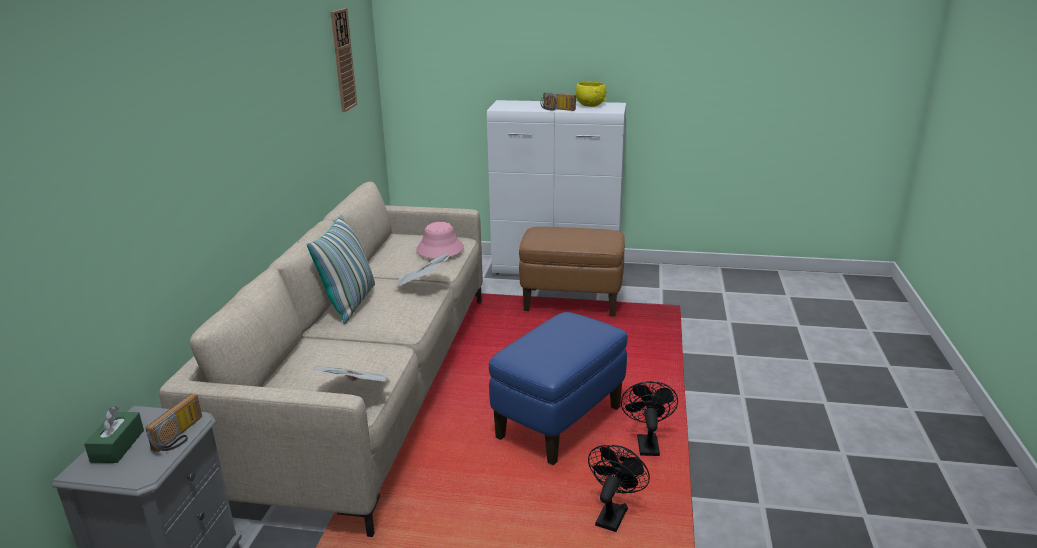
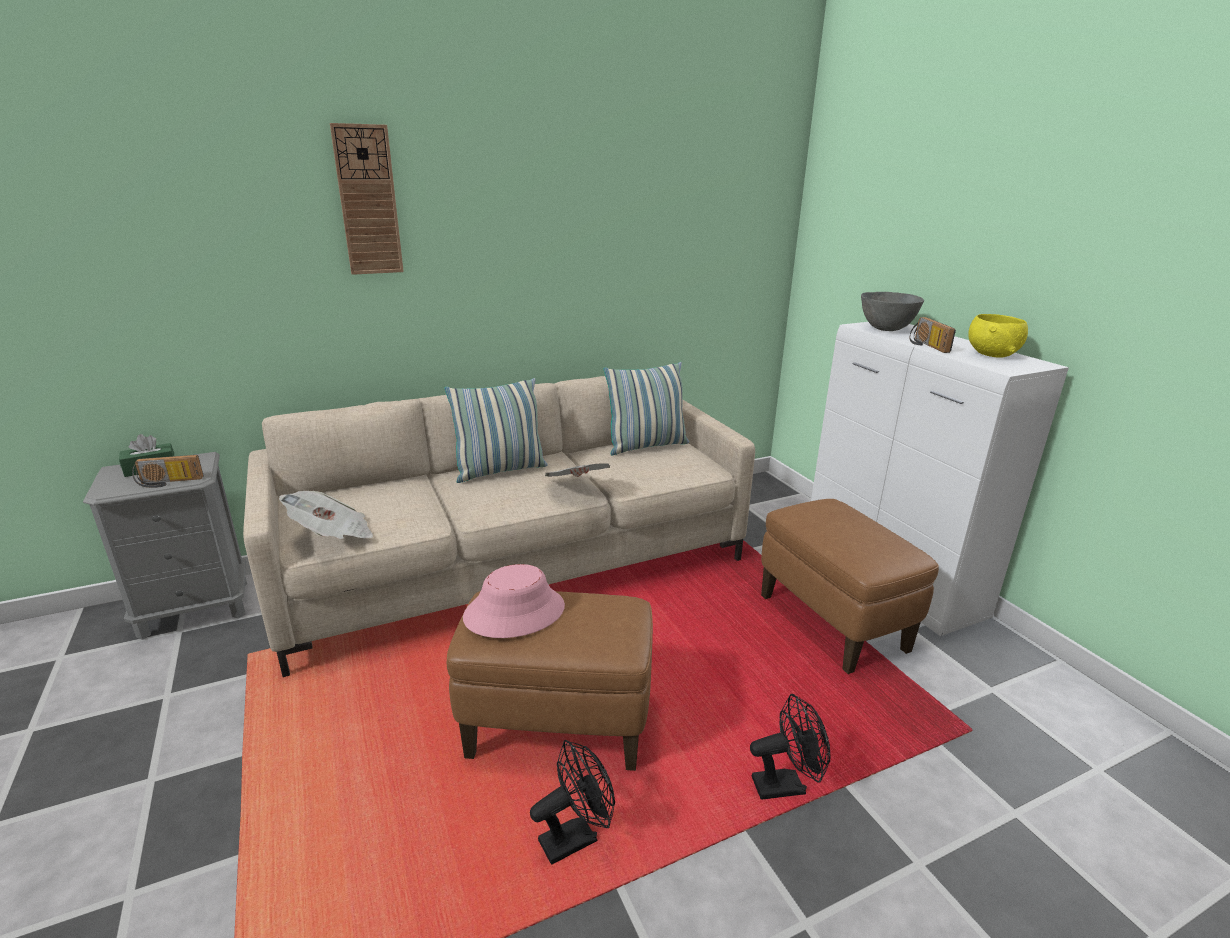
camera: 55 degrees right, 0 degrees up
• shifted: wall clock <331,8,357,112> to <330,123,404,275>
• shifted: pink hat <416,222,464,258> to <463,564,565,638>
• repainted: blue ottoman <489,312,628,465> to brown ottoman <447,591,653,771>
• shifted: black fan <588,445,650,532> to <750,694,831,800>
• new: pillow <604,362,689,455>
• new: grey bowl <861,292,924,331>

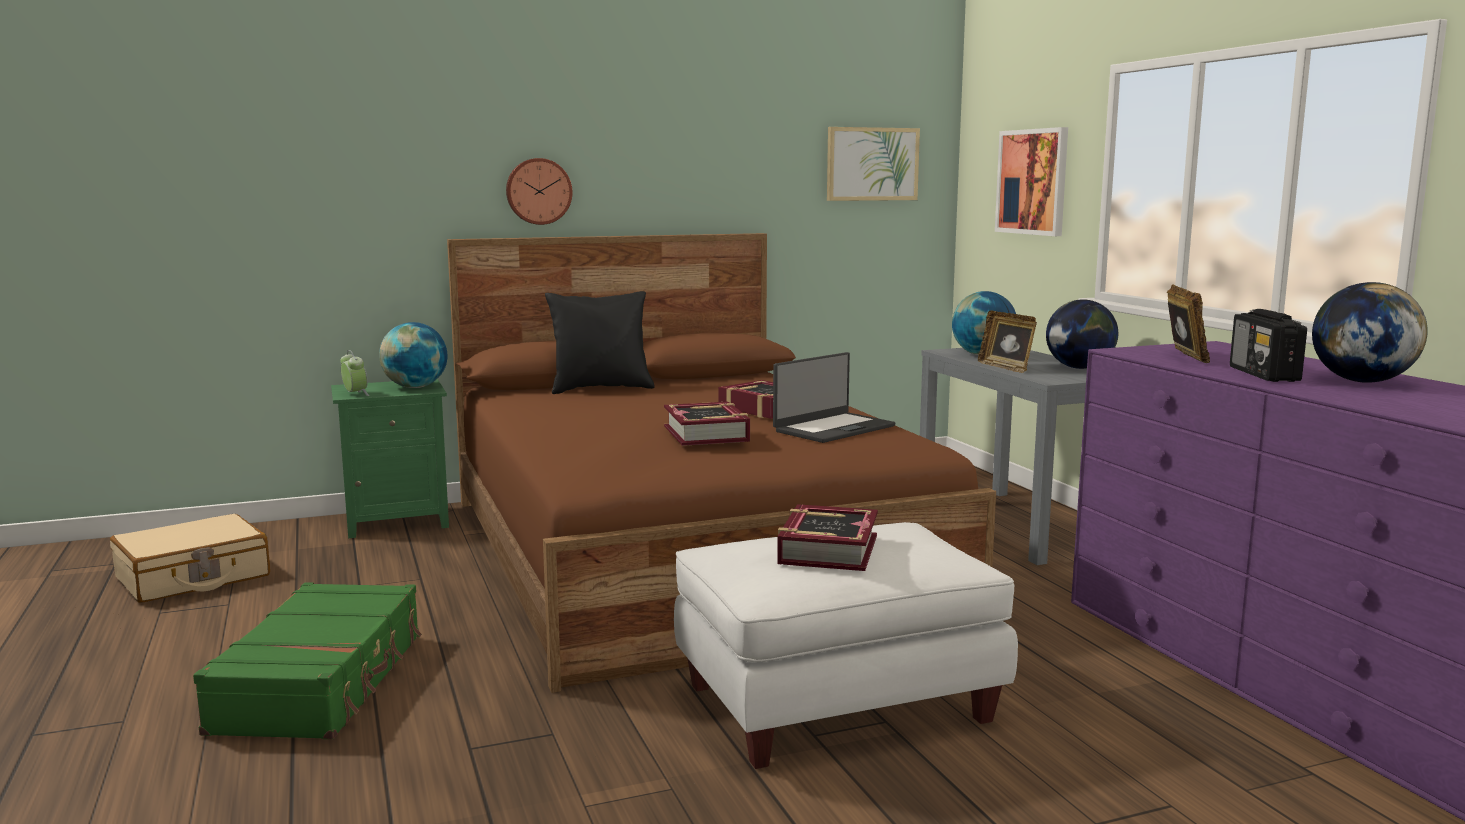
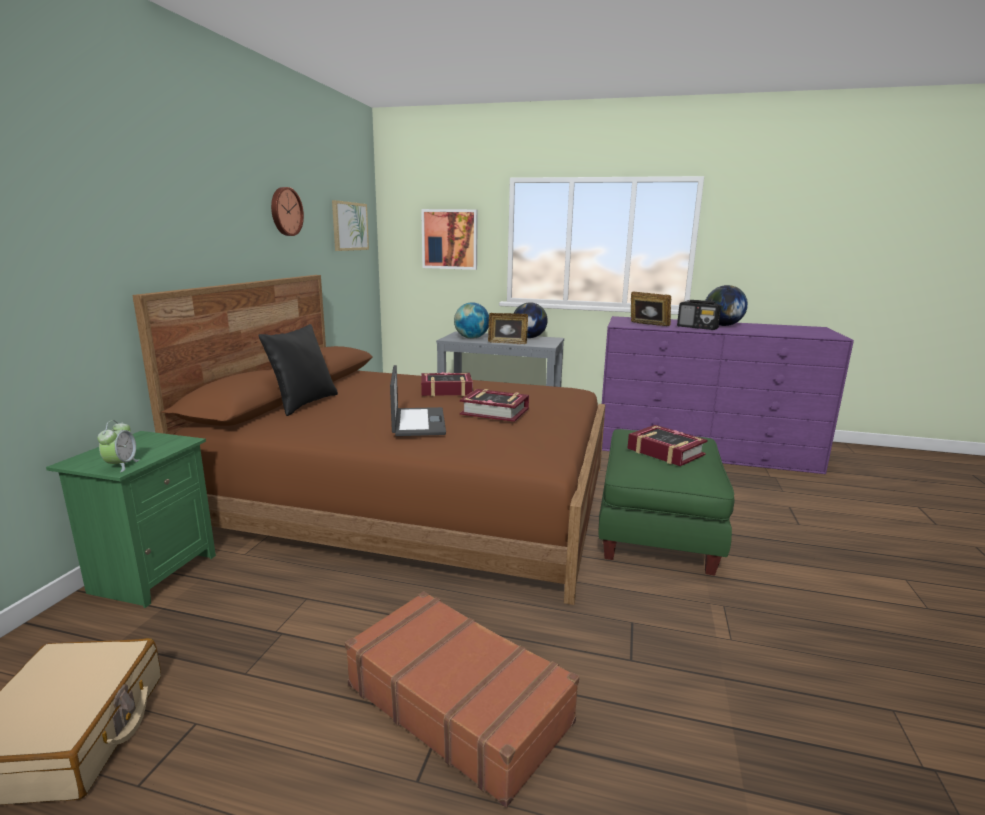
camera: 55 degrees left, 5 degrees up
• repainted: green suitcase <193,582,422,739> to brown suitcase <345,591,579,808>
• rotated: alarm clock <340,350,369,396> = <98,420,140,472> 90 degrees clockwise
• gone: globe <379,322,448,388>
• shifted: wall clock <506,158,572,225> to <271,187,304,236>
• repainted: white ottoman <674,522,1018,769> to green ottoman <598,429,735,575>
• shifted: laptop <773,352,895,443> to <390,365,446,436>

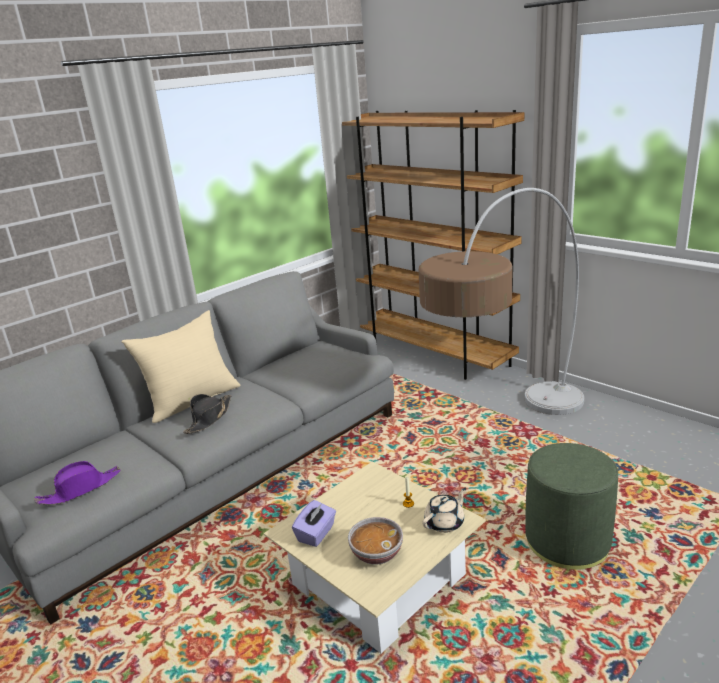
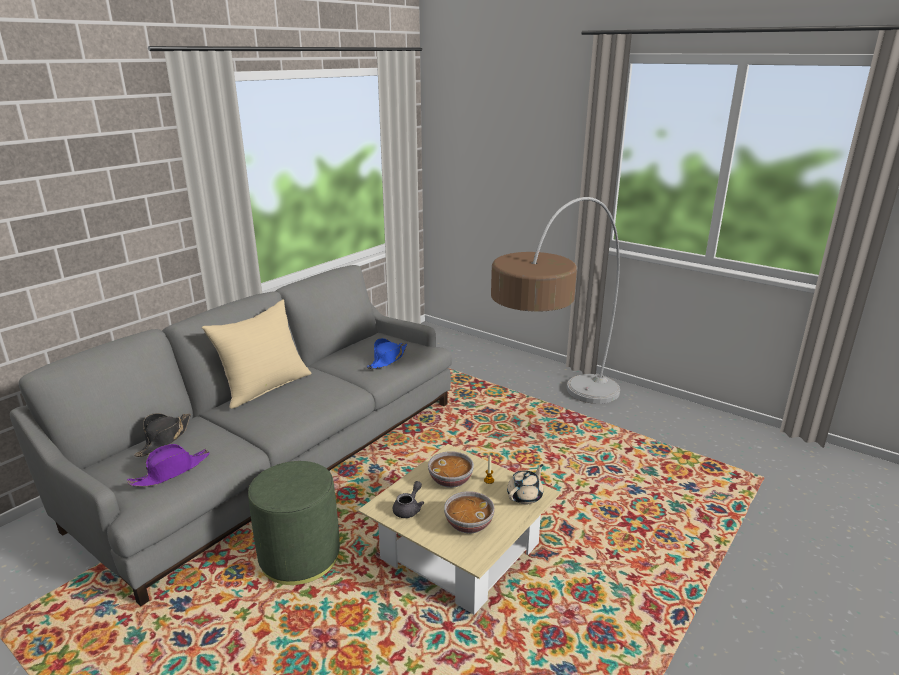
camera: 10 degrees left, 0 degrees up
• shifted: black hat <183,394,231,434> to <134,413,191,457>
• swapped: purple tissue box <292,500,336,547> to grey teapot <392,481,424,518>
• gone: brown bookcase <342,110,525,380>
• shifted: green ottoman <525,443,618,570> to <248,461,340,585>
• new: blue hat <367,338,407,369>
• new: bowl <428,451,474,488>

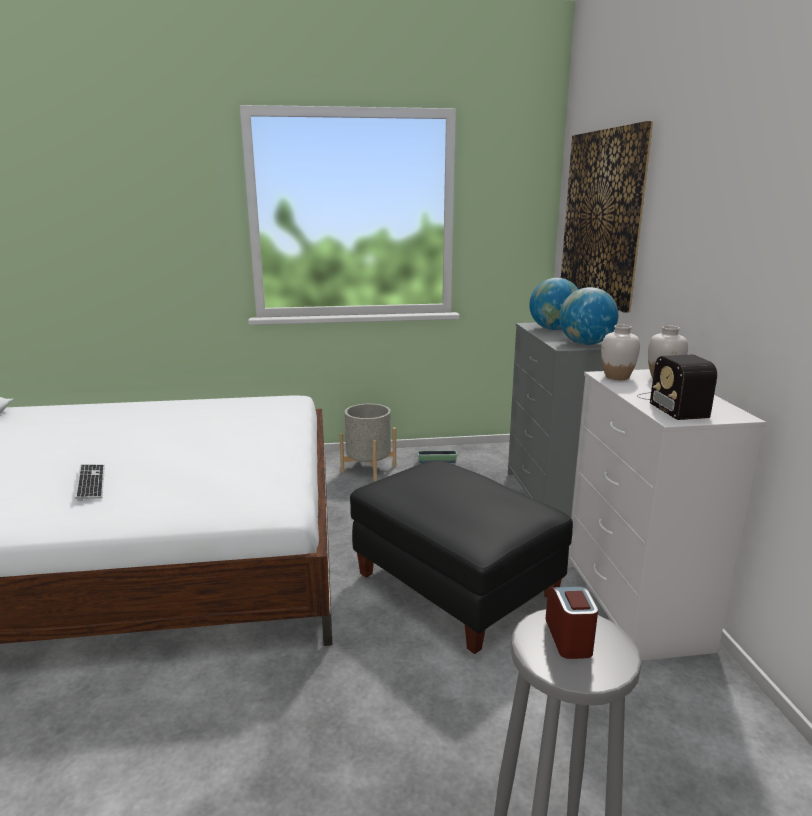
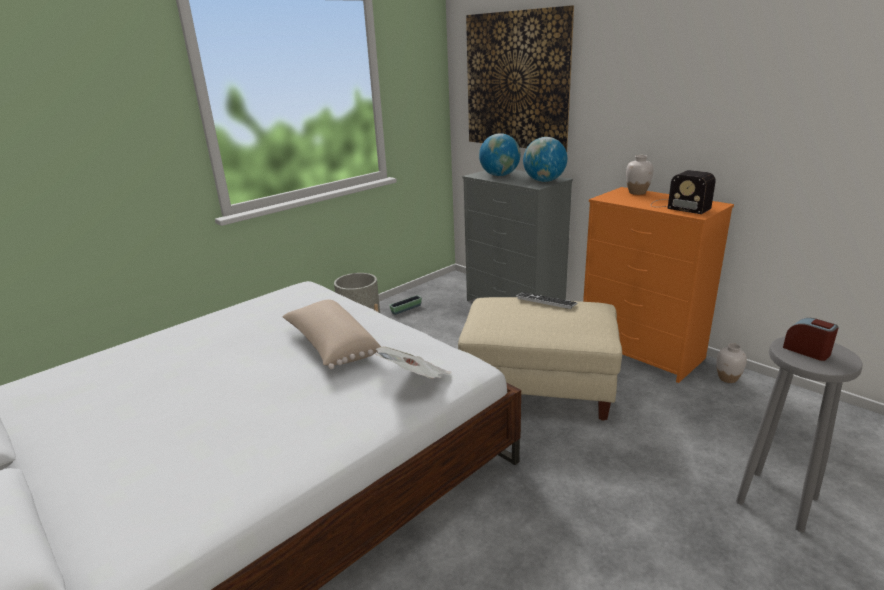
camera: 35 degrees left, 5 degrees up
• shifted: keyboard <75,465,105,501> to <516,292,578,309>
• repainted: black ottoman <350,460,573,654> to beige ottoman <458,297,622,421>
• repainted: white dresser <568,369,766,661> to orange dresser <583,187,734,383>
• shifted: white vase <601,324,640,380> to <717,343,747,383>
• new: beige pillow <282,299,381,369>
• new: newspaper <375,347,451,379>

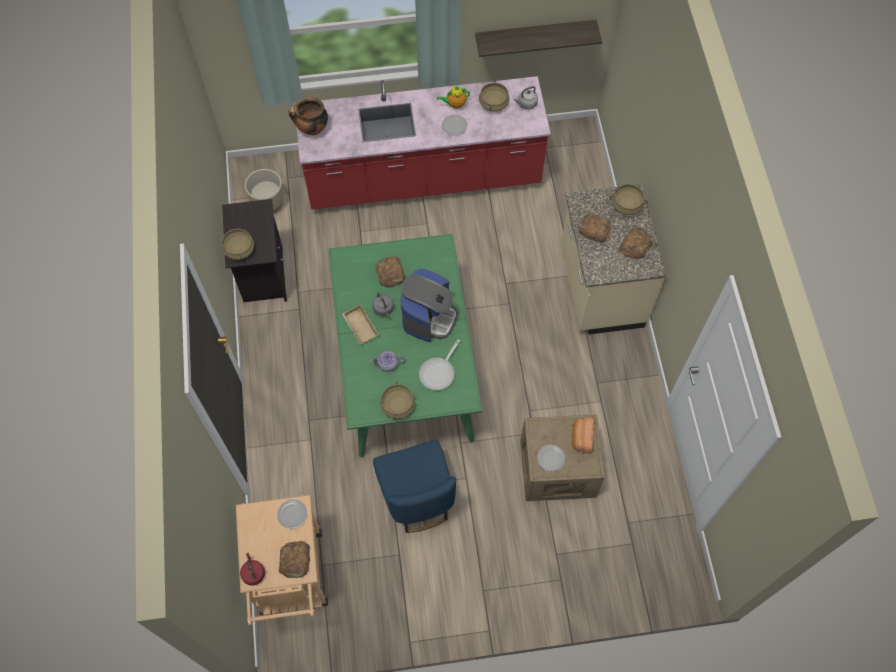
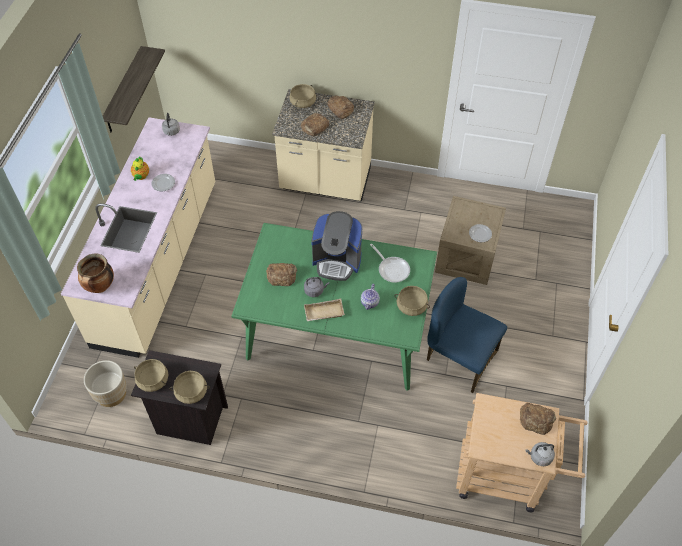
camera: 70 degrees left, 10 degrees down
• repainted: red kettle <240,553,265,586> to grey kettle <526,442,555,466>
• gone: plate <277,500,307,529>
• repainted: red counter <294,76,551,209> to beige counter <61,118,215,358>
• rotated: blue chair <373,439,456,533> = <427,277,507,393> 150 degrees counterclockwise
• rotated: coffee machine <400,269,458,342> = <311,211,362,281> 150 degrees clockwise
• shifted: beige cooking pot <479,81,509,112> to <134,359,168,392>
• gone: bread <572,417,594,454>

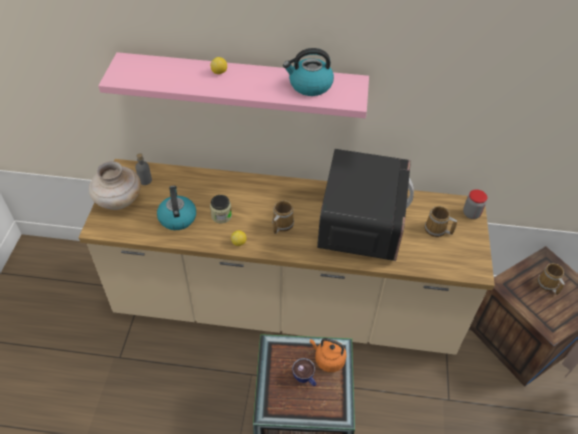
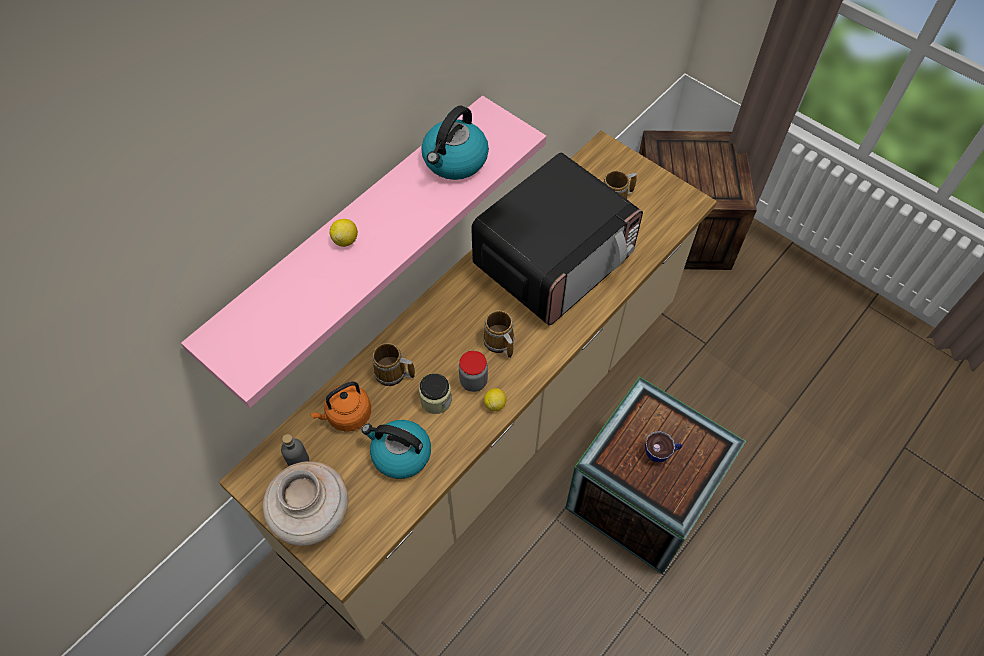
camera: 55 degrees left, 10 degrees up
• shifted: orange kettle <310,338,347,372> to <310,381,371,431>
• rotated: microwave <317,149,414,261> = <471,153,643,326> 90 degrees clockwise
• shifted: jar <463,189,487,219> to <459,351,488,392>
• shifted: mug <537,263,565,295> to <372,343,415,386>

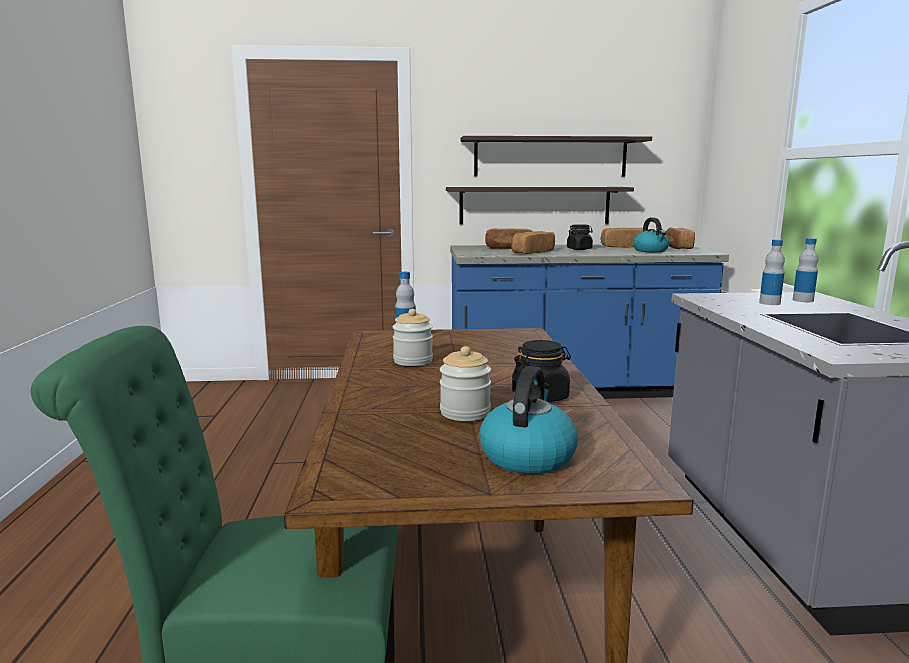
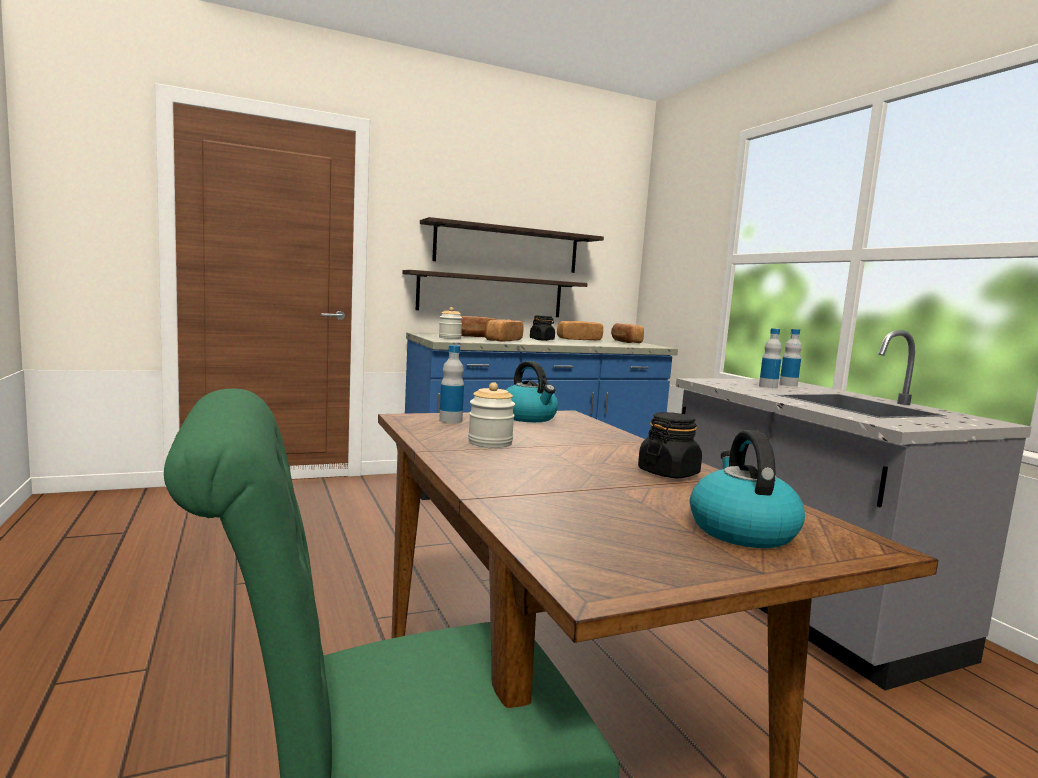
camera: 20 degrees left, 5 degrees down
• shifted: jar <440,346,491,421> to <439,307,462,339>
• shifted: kettle <633,218,669,252> to <506,361,558,422>

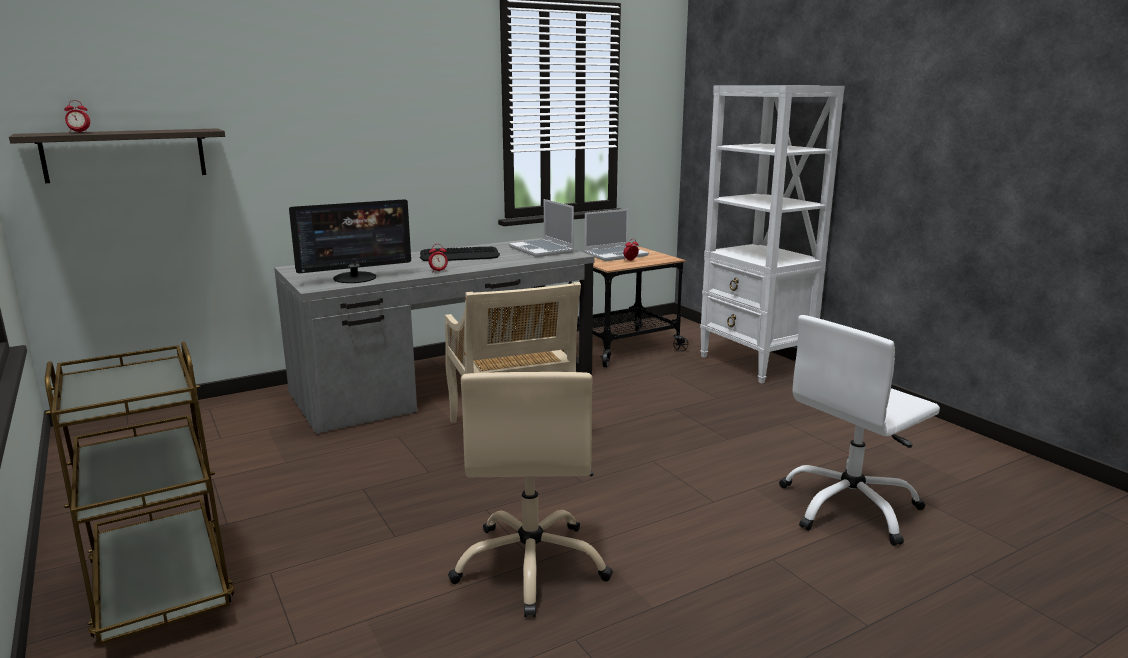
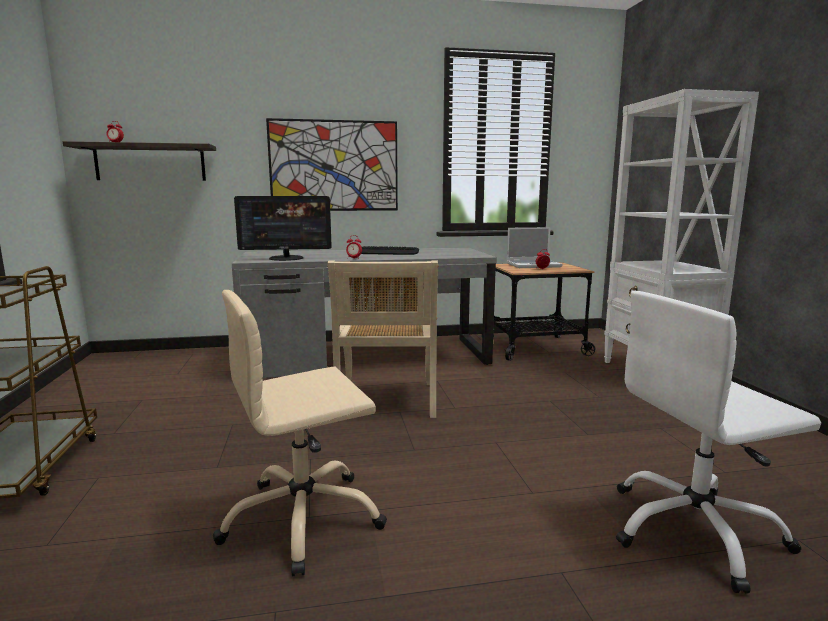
camera: 20 degrees right, 5 degrees down
• rotated: beige office chair <448,372,613,617> = <213,290,387,576> 45 degrees clockwise
• gone: laptop <509,199,574,257>
• new: picture <266,118,398,211>

